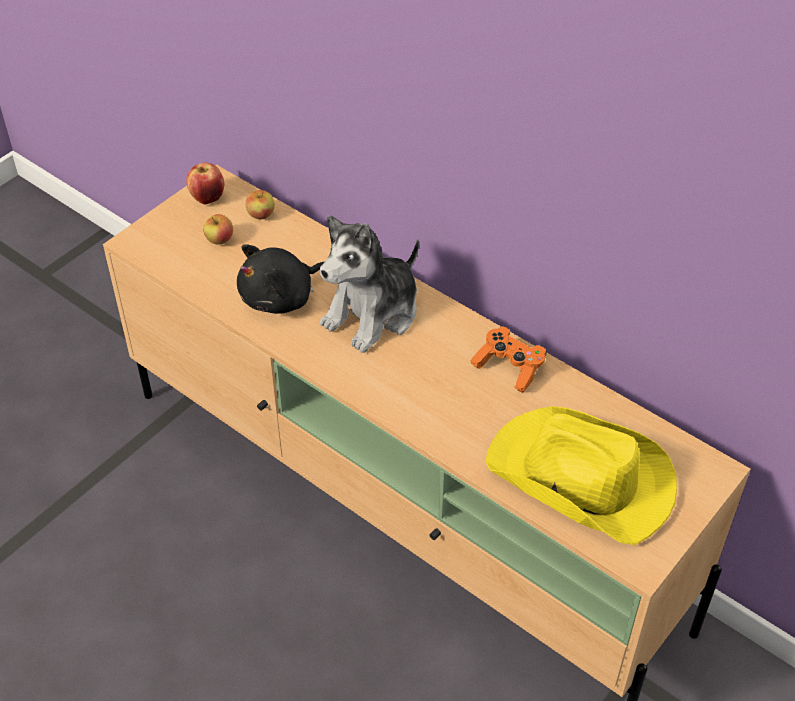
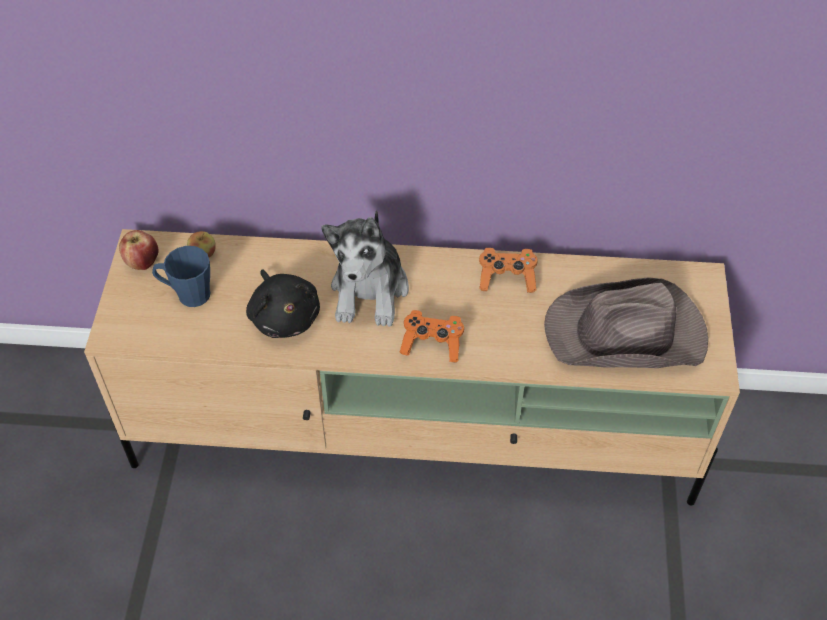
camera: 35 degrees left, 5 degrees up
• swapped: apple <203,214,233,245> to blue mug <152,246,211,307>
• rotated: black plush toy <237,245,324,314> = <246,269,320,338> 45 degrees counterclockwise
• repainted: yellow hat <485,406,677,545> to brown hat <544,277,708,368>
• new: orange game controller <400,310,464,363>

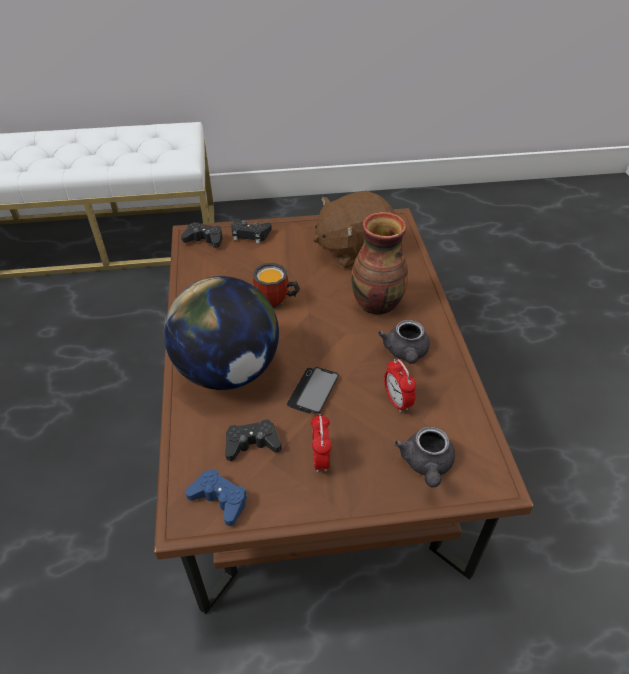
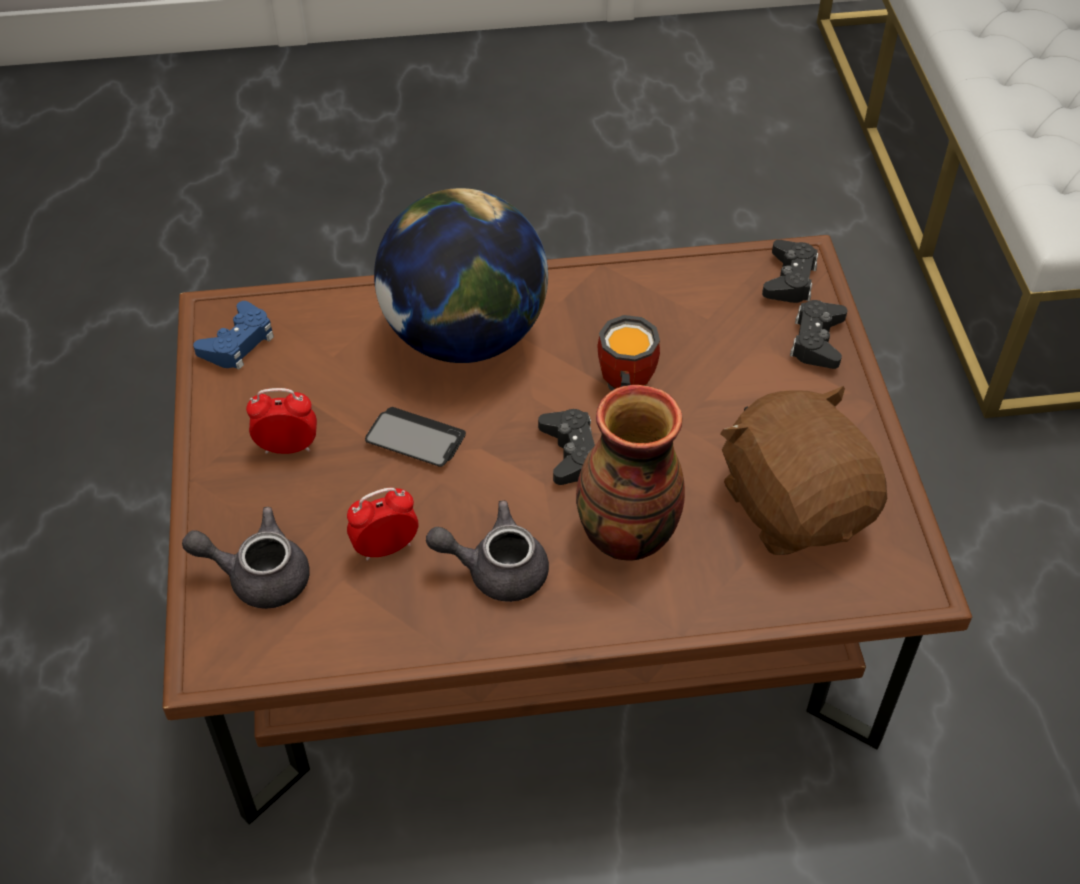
camera: 90 degrees right, 5 degrees up
• shifted: black game controller <225,419,282,461> to <538,409,595,485>

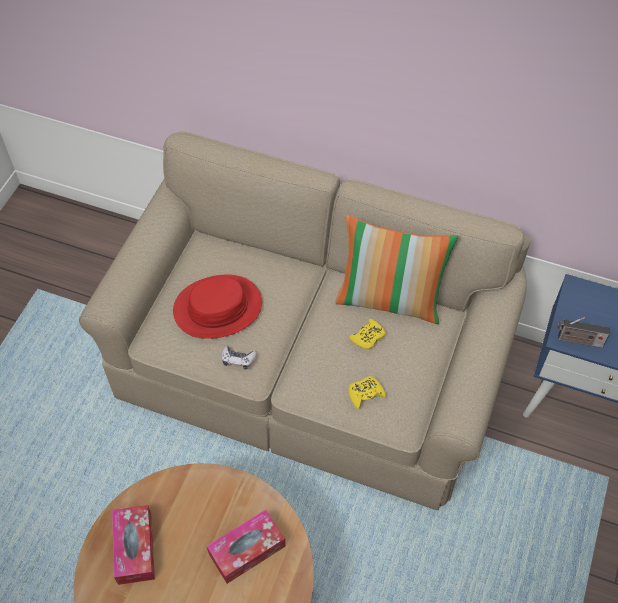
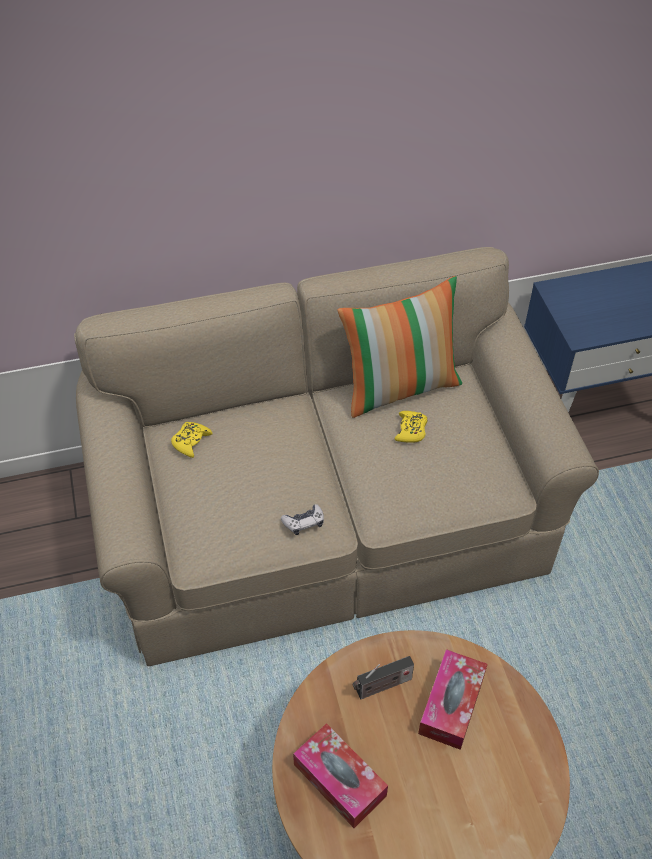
camera: 35 degrees left, 5 degrees down
• gone: red hat <173,275,262,339>
• shifted: yellow game controller <348,376,386,409> to <171,422,213,458>
• shifted: radio <558,317,610,348> to <352,656,414,699>

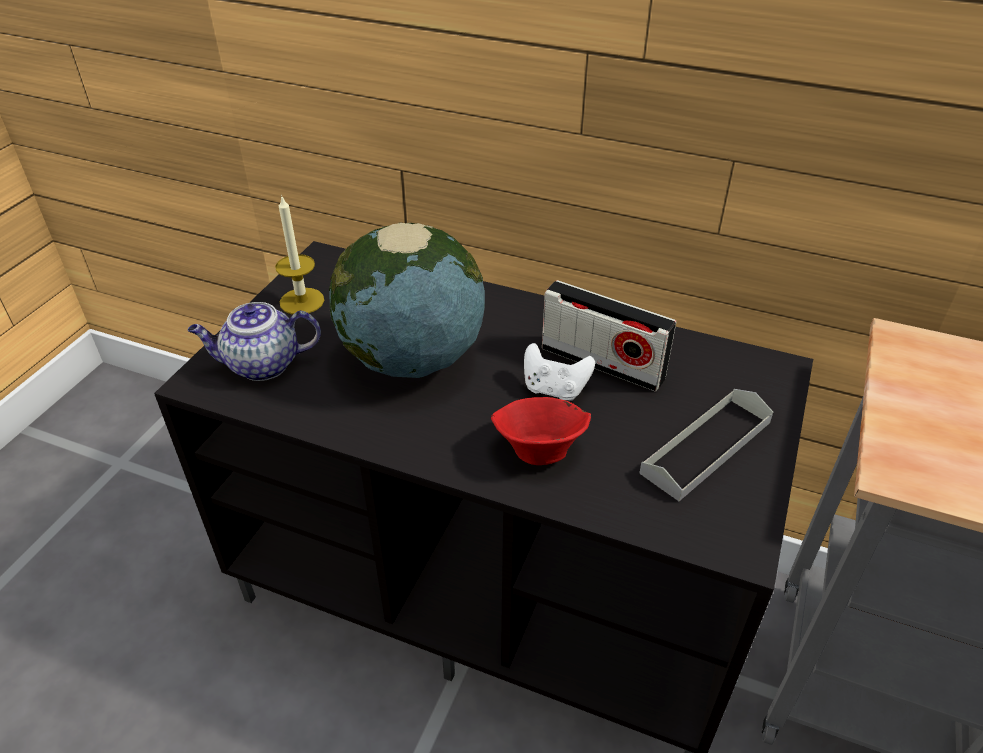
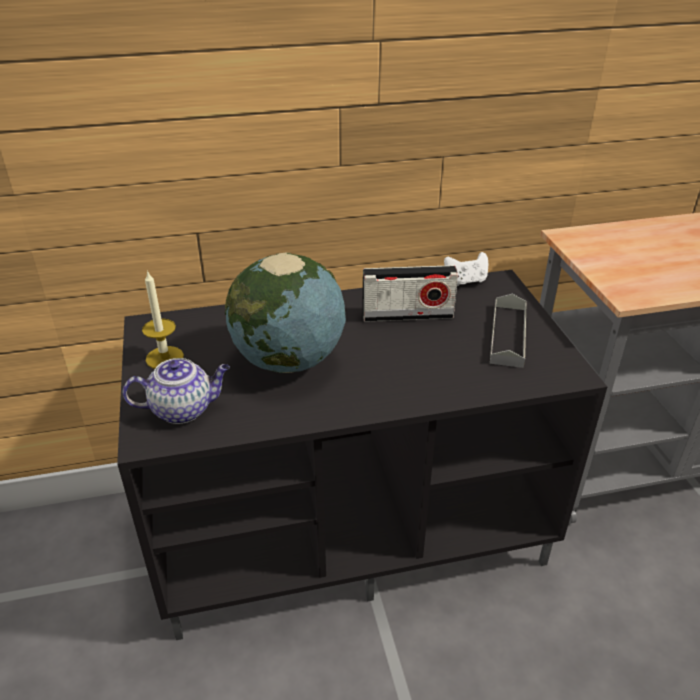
camera: 35 degrees left, 5 degrees down
• rotated: teapot <188,302,321,381> = <122,358,230,424> 150 degrees counterclockwise
• gone: red bowl <491,397,591,465>
• shifted: white game controller <524,343,595,401> to <444,252,488,286>

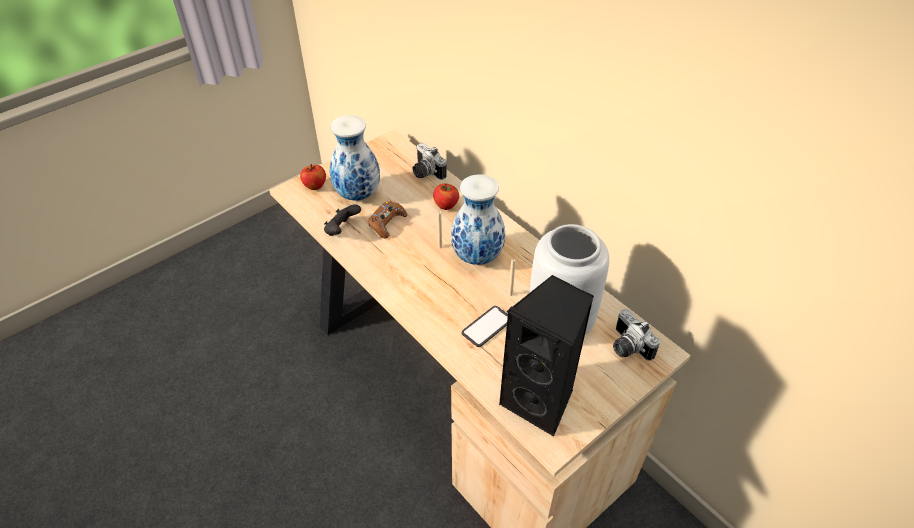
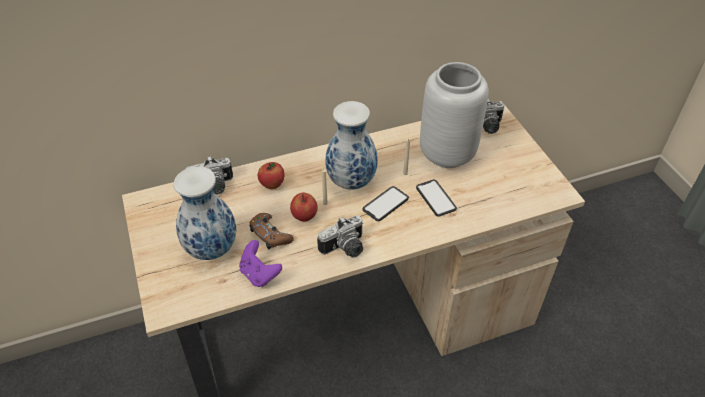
camera: 70 degrees left, 0 degrees up
• shifted: apple <300,164,326,190> to <290,193,318,222>
• repainted: black game controller <324,204,361,236> to purple game controller <239,240,282,287>
• gone: black speaker <499,275,594,437>
• new: photo camera <317,215,363,257>
• new: phone <362,186,409,221>

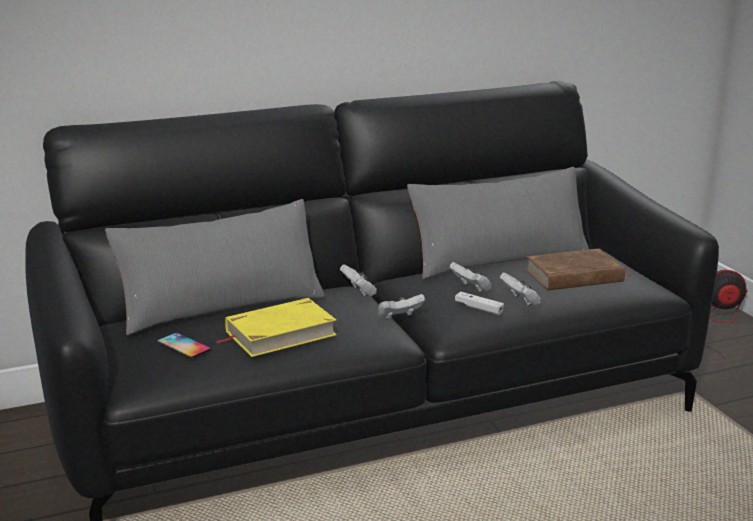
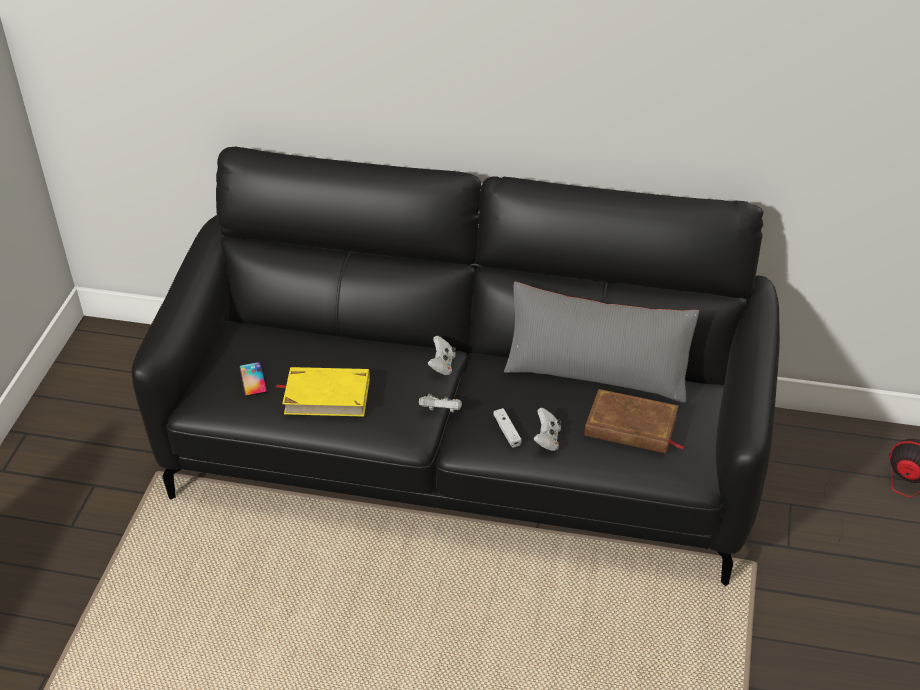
camera: 35 degrees right, 20 degrees up
• gone: grey pillow <105,199,325,335>
• gone: white game controller <450,262,492,292>

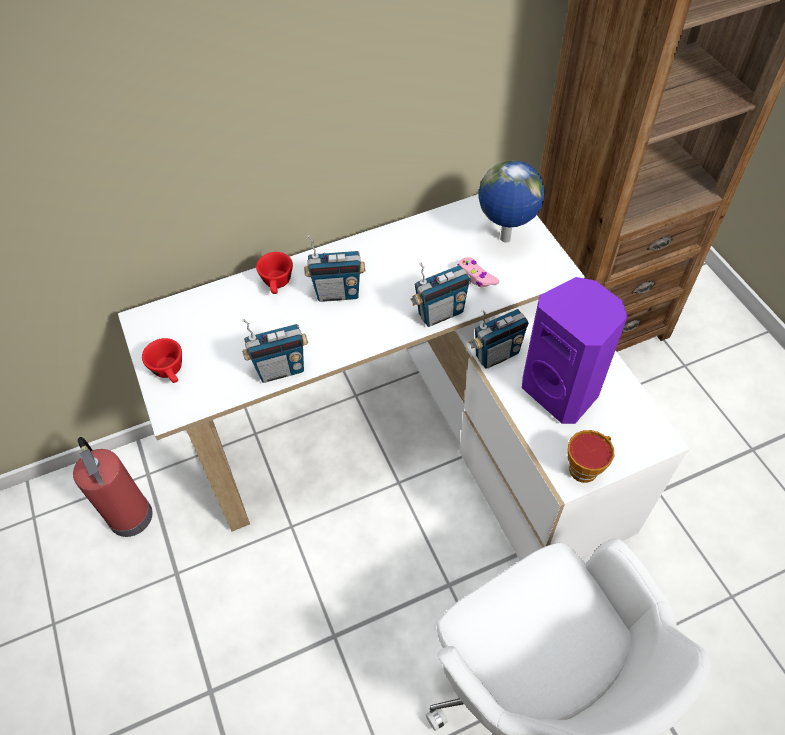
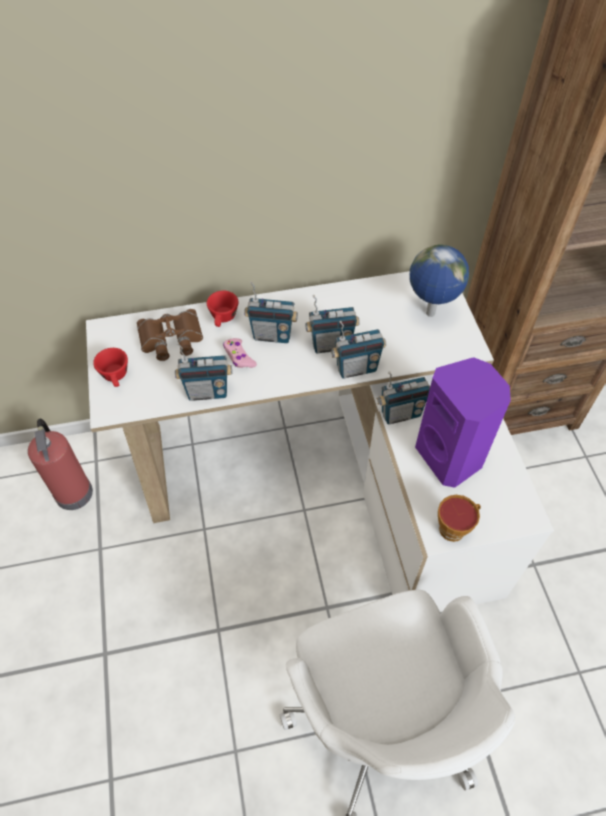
camera: 10 degrees right, 0 degrees up
• shifted: pink game controller <458,257,499,287> to <223,338,257,368>
• new: brown binoculars <137,309,203,361>
• new: radio <305,295,360,353>

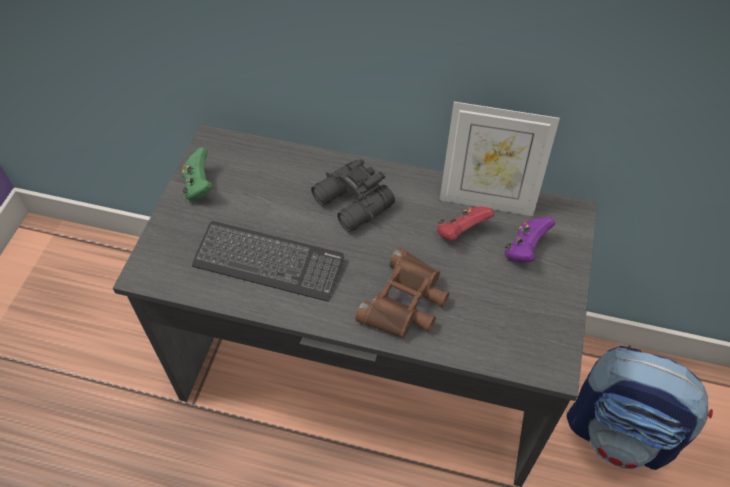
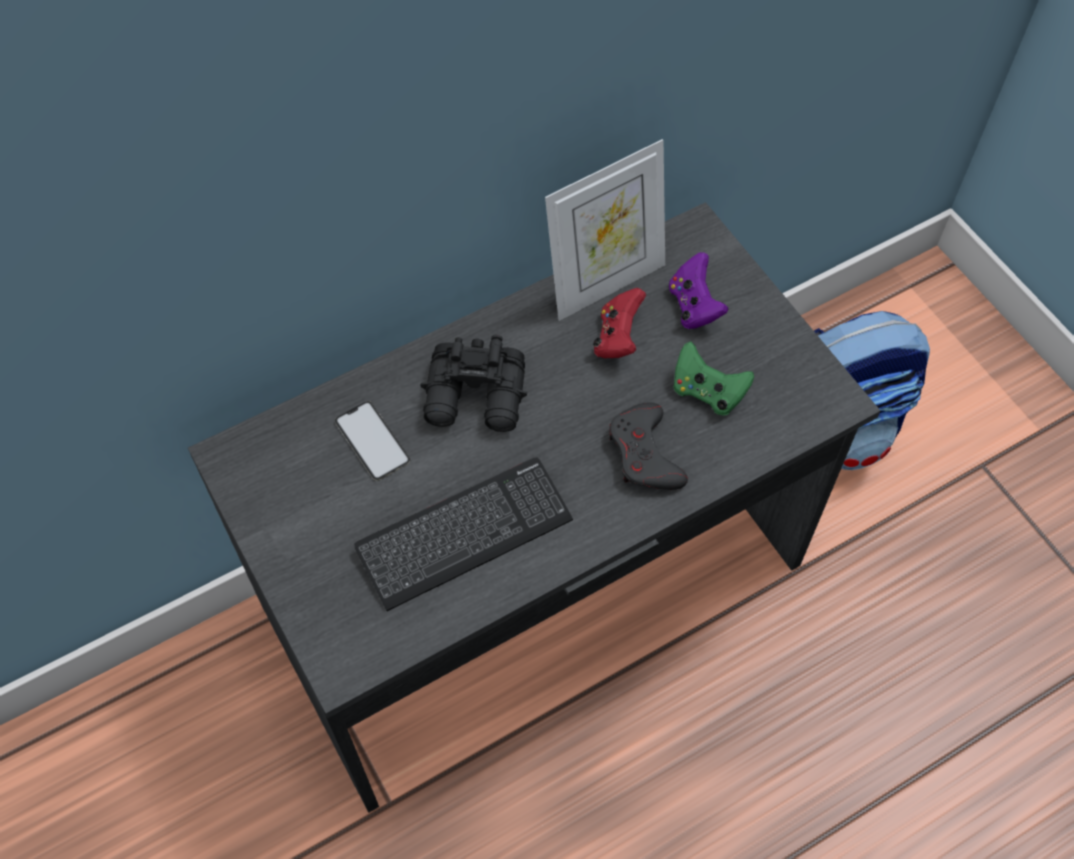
camera: 45 degrees left, 5 degrees up
• shifted: green game controller <182,147,213,201> to <673,341,754,415>
• swapped: brown binoculars <355,248,449,338> to grey game controller <609,402,688,490>
• new: phone <335,401,410,481>

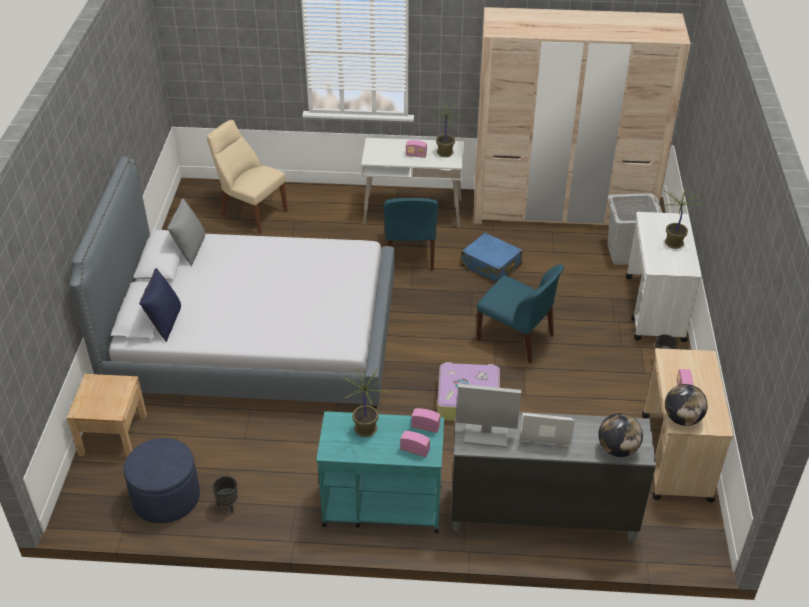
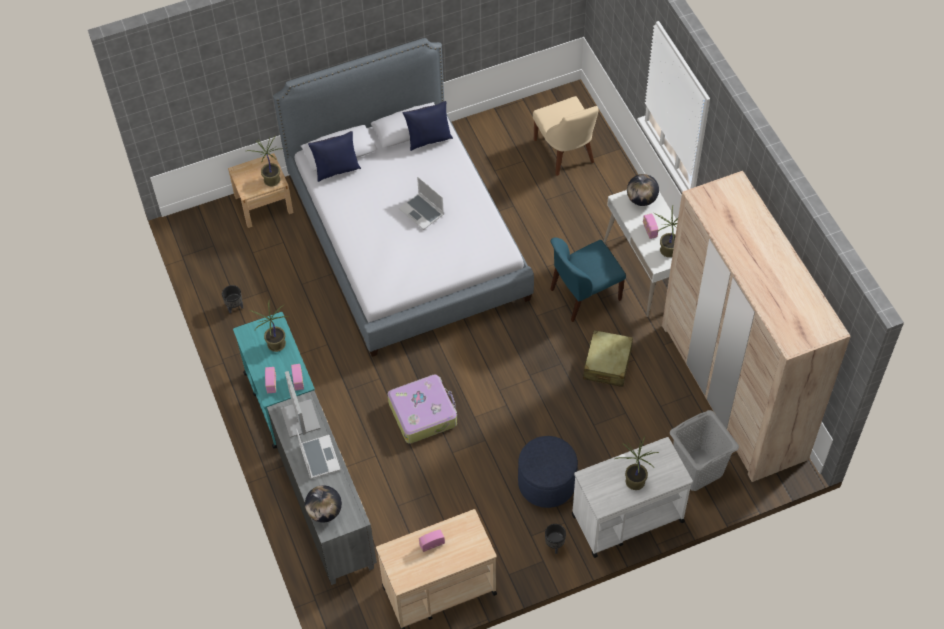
camera: 65 degrees right, 15 degrees up
• shifted: blue ottoman <124,438,200,523> to <518,436,578,508>
• repainted: grey pillow <167,199,205,266> to blue pillow <403,101,453,151>
• rotated: beige chair <207,120,288,234> = <533,96,598,176> 150 degrees clockwise
• repainted: blue suitcase <461,233,523,282> to beige suitcase <583,330,633,387>
• gone: blue chair <477,264,565,363>
• shifted: globe <665,384,708,426> to <627,174,659,206>
• new: potted plant <247,136,283,186>
• new: laptop <399,176,444,230>

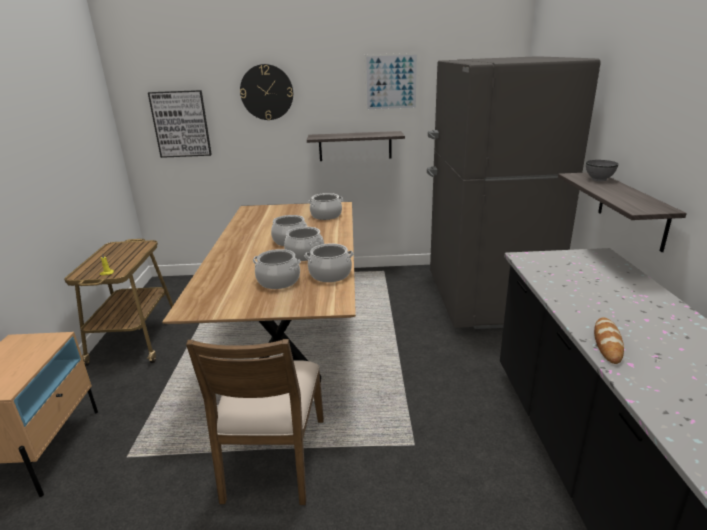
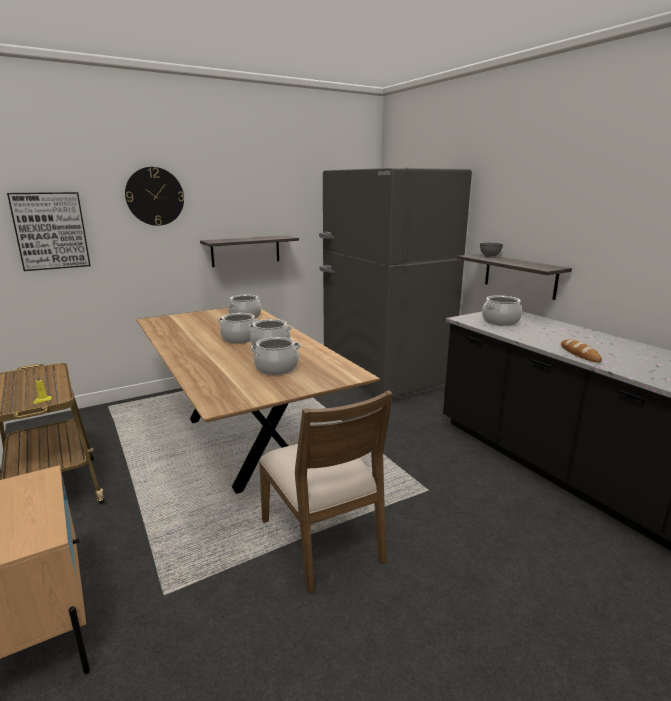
camera: 30 degrees left, 5 degrees down
• shifted: cooking pot <305,243,354,282> to <482,296,522,326>
• gone: picture <364,53,419,111>

